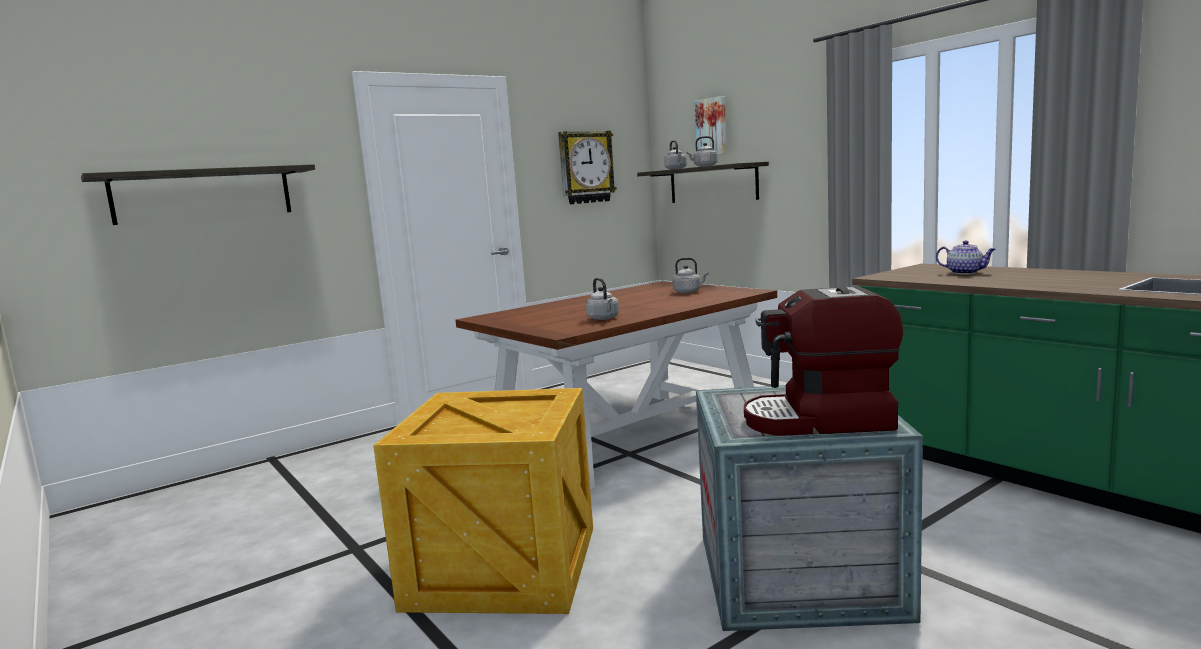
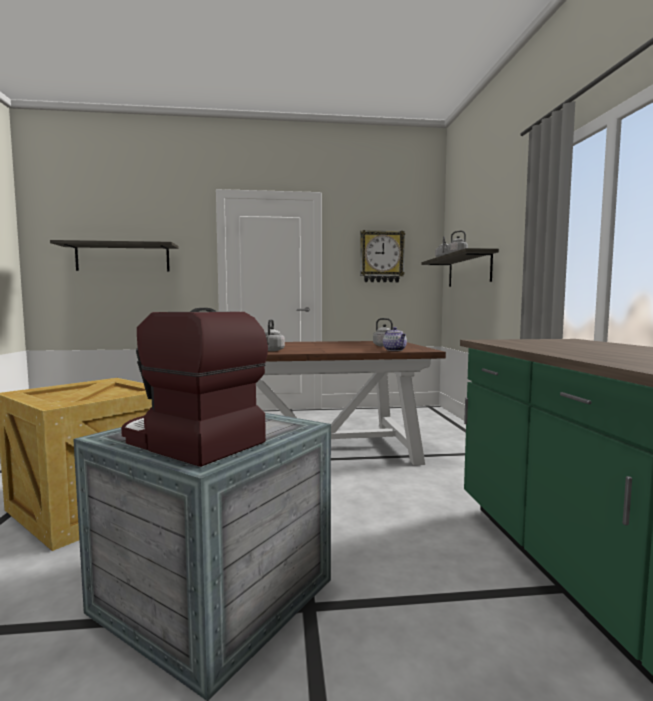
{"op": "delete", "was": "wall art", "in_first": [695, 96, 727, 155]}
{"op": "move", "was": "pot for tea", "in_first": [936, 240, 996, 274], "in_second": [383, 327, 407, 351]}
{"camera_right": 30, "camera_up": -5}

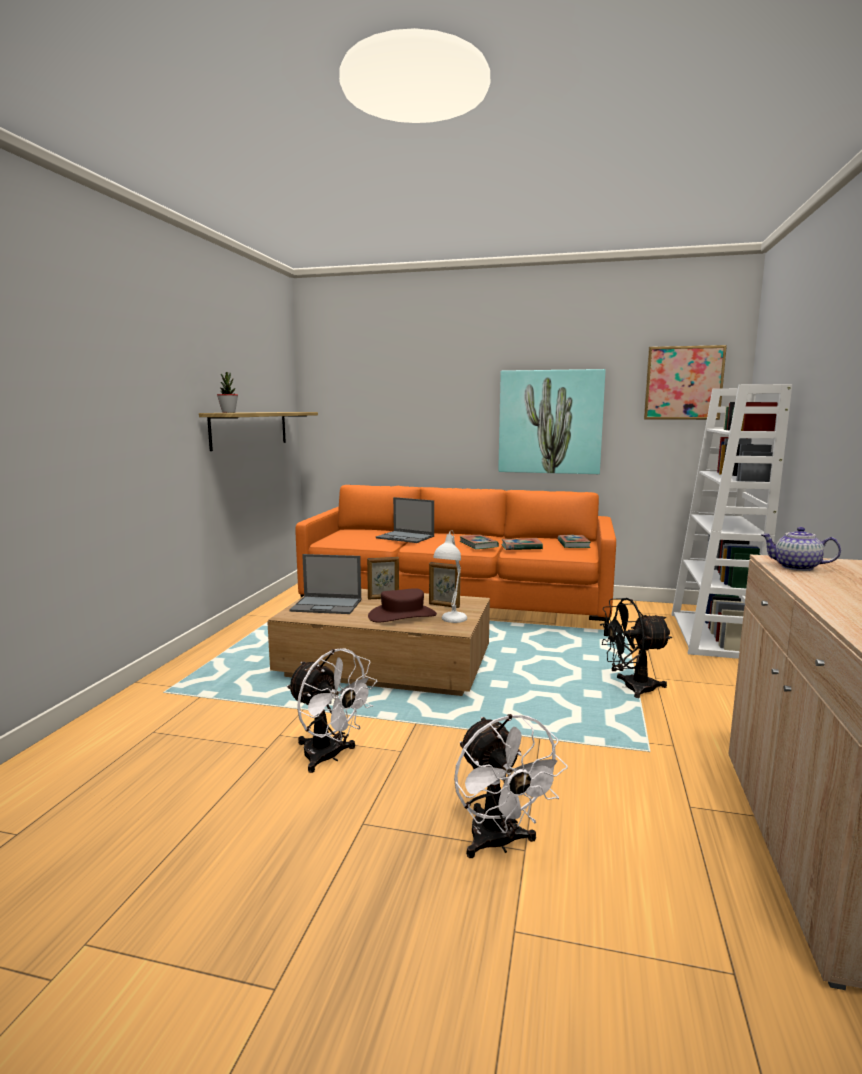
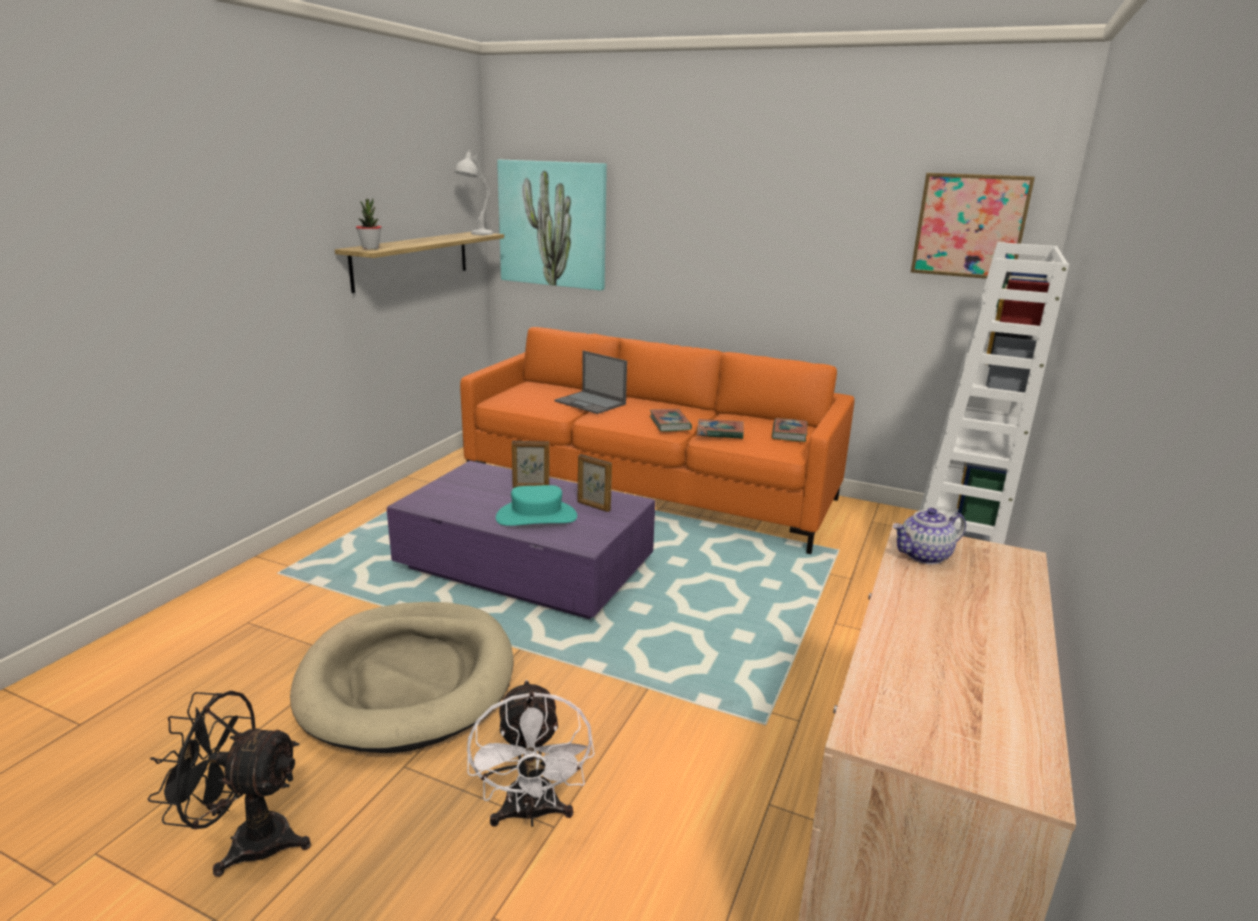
{"op": "recolor", "was": "low table in brown-coloured", "now": "low table in purple", "in_first": [267, 589, 490, 696], "in_second": [387, 461, 655, 619]}
{"op": "replace", "was": "cooling fan in whitish", "now": "pet bed in beige", "in_first": [287, 648, 377, 773], "in_second": [290, 602, 514, 753]}
{"op": "delete", "was": "portable computer", "in_first": [289, 554, 362, 614]}
{"op": "recolor", "was": "hat in brown-coloured", "now": "hat in blue-green", "in_first": [368, 588, 437, 622], "in_second": [496, 485, 577, 526]}
{"op": "move", "was": "table lamp in whitish", "in_first": [433, 530, 467, 623], "in_second": [454, 149, 493, 235]}
{"op": "move", "was": "wall art", "in_first": [498, 369, 606, 474], "in_second": [497, 160, 607, 291]}
{"op": "move", "was": "cooling fan in black-coloured", "in_first": [600, 598, 672, 698], "in_second": [148, 691, 311, 877]}
{"op": "rotate", "was": "pot for tea", "in_first": [761, 527, 841, 571], "in_second": [892, 508, 966, 564], "clockwise": -60}
{"camera_right": 10, "camera_up": 10}

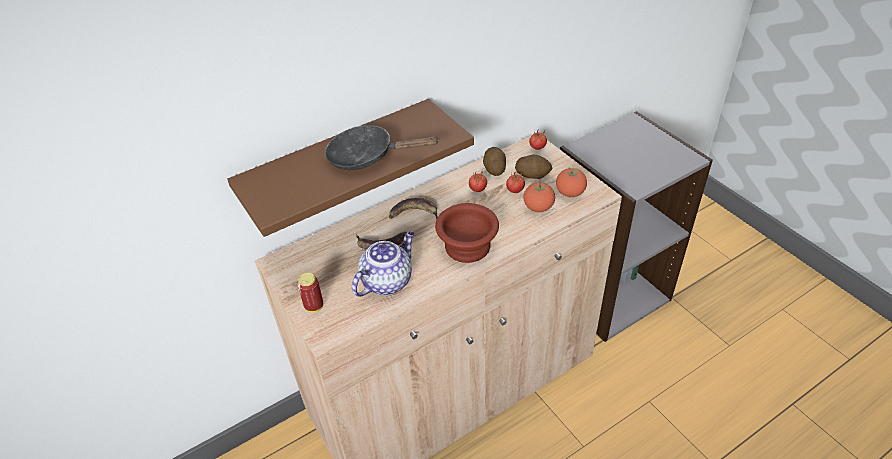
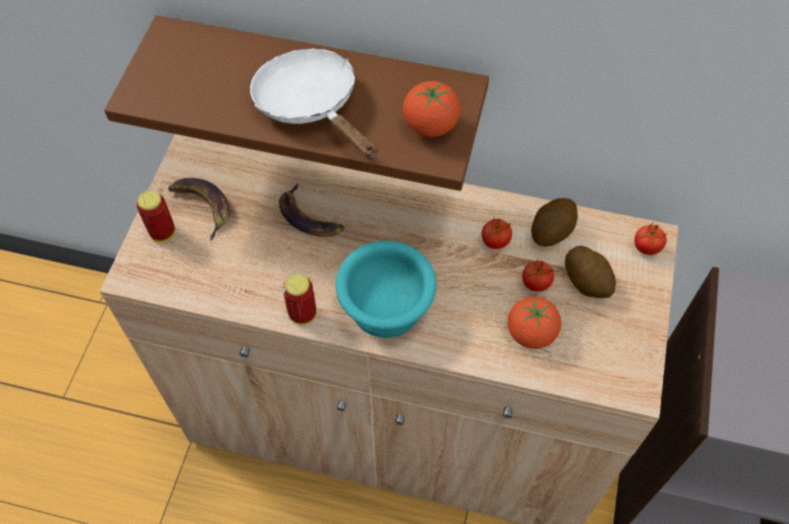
{"op": "recolor", "was": "frying pan in black-coloured", "now": "frying pan in whitish", "in_first": [325, 125, 440, 170], "in_second": [250, 48, 378, 160]}
{"op": "delete", "was": "pot for tea", "in_first": [352, 231, 414, 297]}
{"op": "move", "was": "whole banana", "in_first": [389, 198, 438, 219], "in_second": [168, 178, 230, 241]}
{"op": "recolor", "was": "deep dish in brown-coloured", "now": "deep dish in blue-green", "in_first": [435, 203, 499, 263], "in_second": [336, 241, 436, 338]}
{"op": "move", "was": "fresh tomato", "in_first": [556, 168, 587, 197], "in_second": [403, 81, 461, 137]}
{"op": "insert", "now": "sealed can", "in_second": [283, 274, 316, 325]}
{"camera_right": 45, "camera_up": 15}

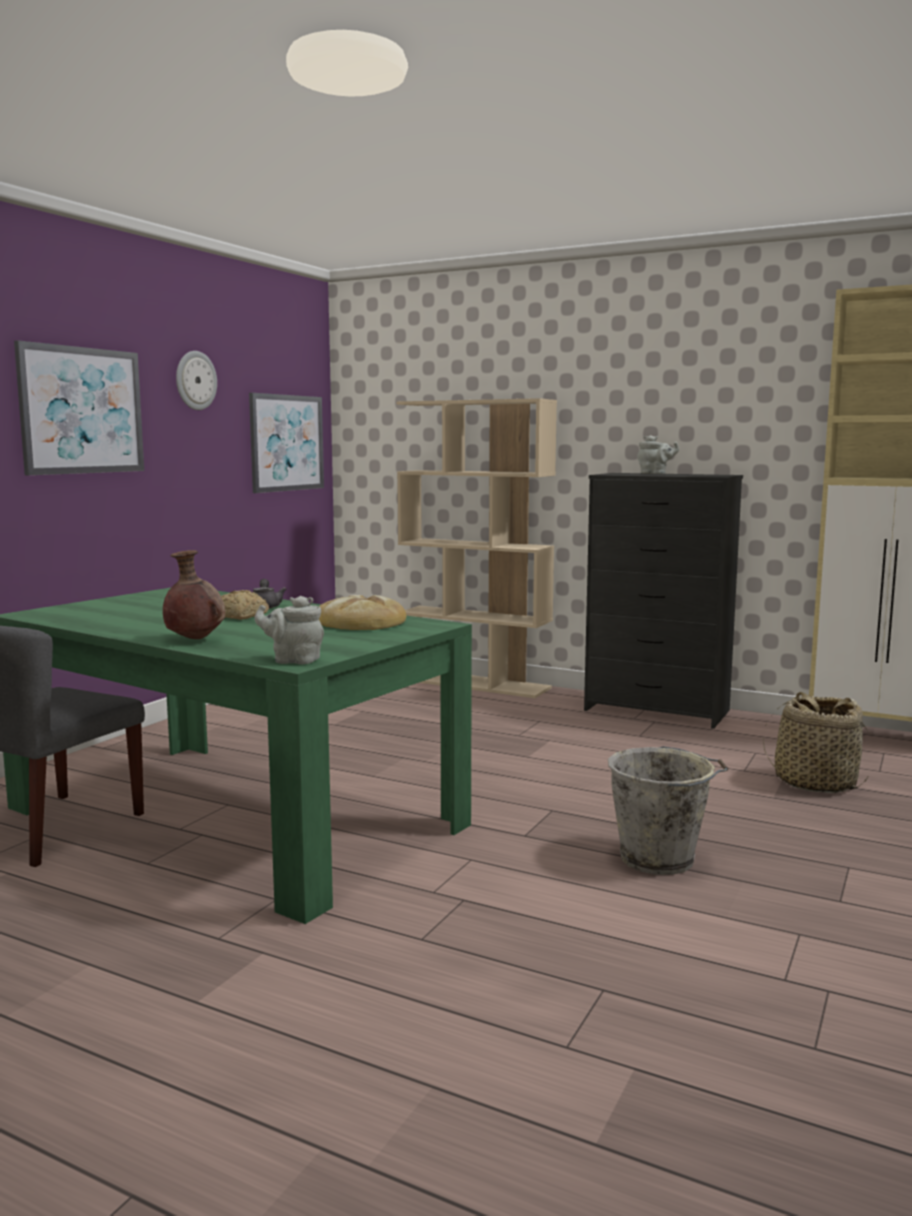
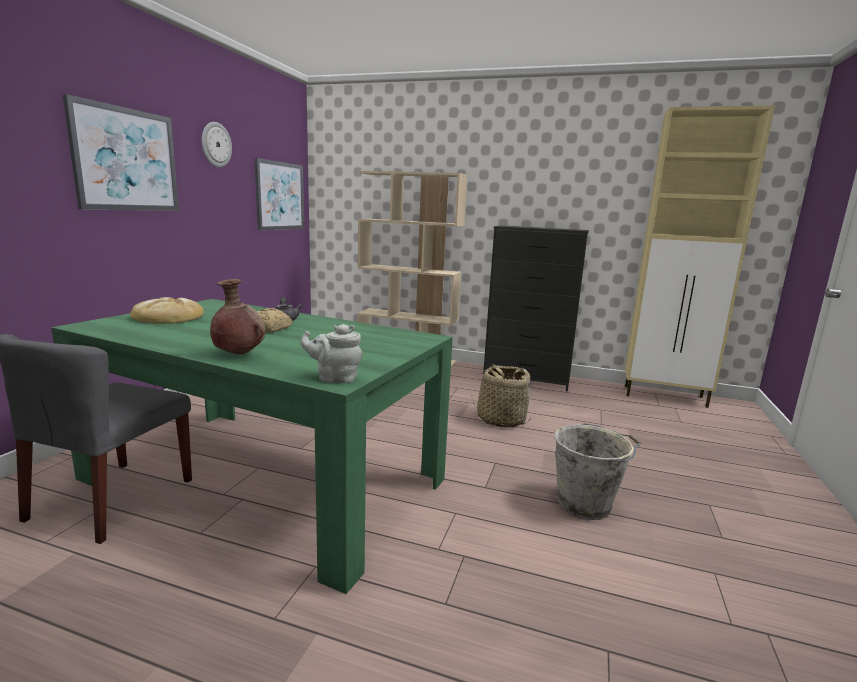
{"op": "move", "was": "bakery bread", "in_first": [319, 595, 406, 630], "in_second": [130, 297, 204, 324]}
{"op": "delete", "was": "pot for tea in gray", "in_first": [637, 435, 679, 474]}
{"op": "move", "was": "storage basket", "in_first": [763, 692, 869, 793], "in_second": [471, 364, 532, 428]}
{"camera_right": -10, "camera_up": 5}

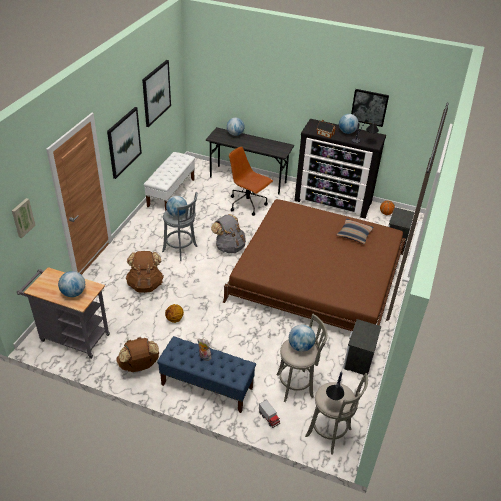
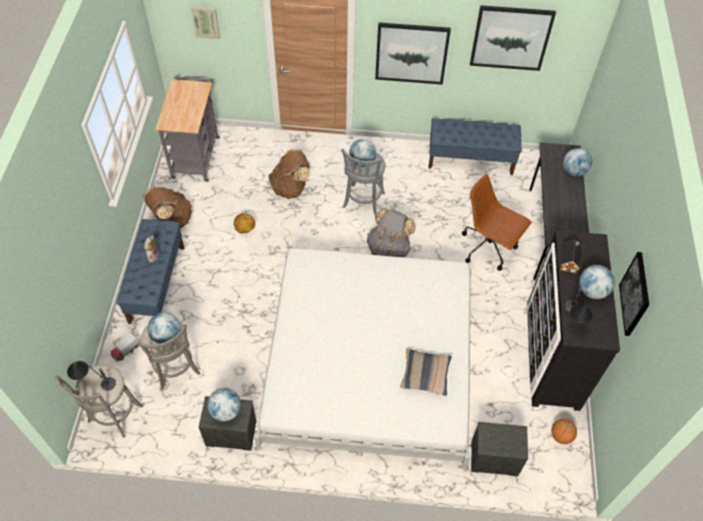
{"op": "move", "was": "globe", "in_first": [58, 271, 85, 297], "in_second": [207, 388, 241, 421]}
{"op": "recolor", "was": "long seat in whitish", "now": "long seat in blue-coloured", "in_first": [143, 152, 195, 211], "in_second": [428, 118, 522, 175]}
{"op": "recolor", "was": "bedroom bed in brown-coloured", "now": "bedroom bed in whitish", "in_first": [223, 199, 406, 331], "in_second": [254, 248, 472, 471]}
{"op": "rotate", "was": "computer chair in brown-coloured", "in_first": [229, 146, 273, 216], "in_second": [462, 174, 532, 271], "clockwise": -75}
{"camera_right": 75, "camera_up": 15}

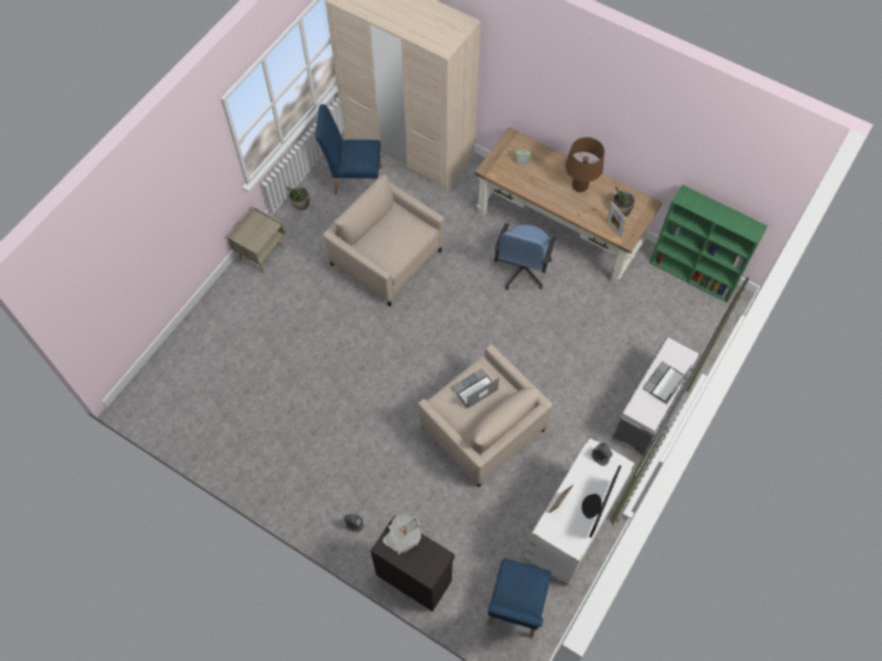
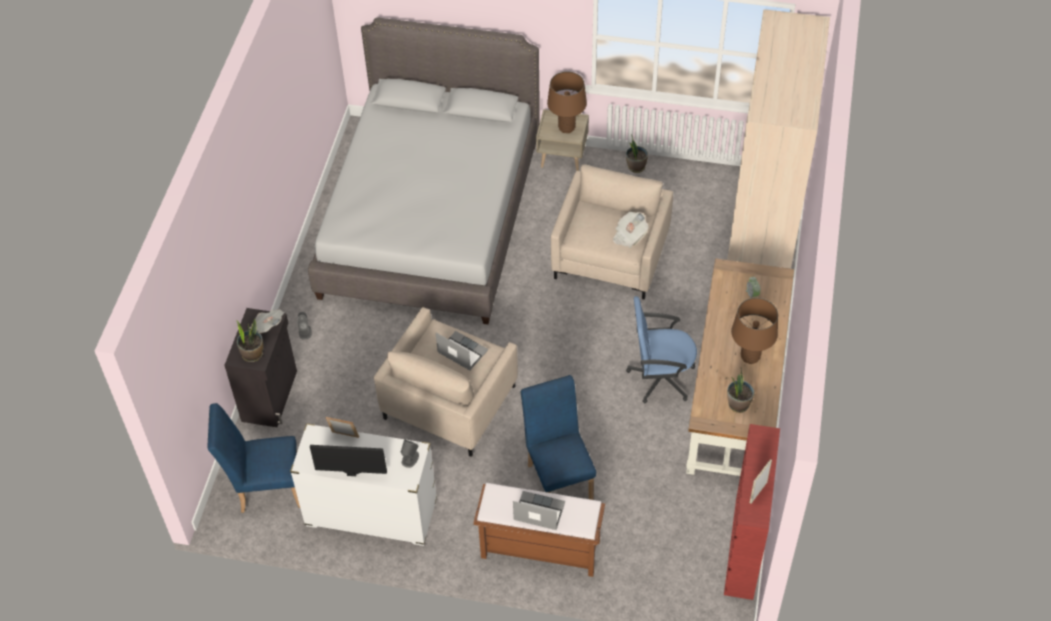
{"op": "move", "was": "upright chair in blue-coloured", "in_first": [315, 104, 382, 195], "in_second": [521, 375, 596, 500]}
{"op": "move", "was": "photo frame", "in_first": [606, 202, 626, 237], "in_second": [750, 459, 772, 504]}
{"op": "recolor", "was": "long seat in gray", "now": "long seat in brown-coloured", "in_first": [612, 337, 702, 455], "in_second": [474, 483, 605, 577]}
{"op": "recolor", "was": "bookshelf in greenish", "now": "bookshelf in reddish", "in_first": [650, 185, 768, 303], "in_second": [724, 424, 780, 600]}
{"op": "insert", "now": "potted plant", "in_second": [236, 318, 263, 362]}
{"op": "insert", "now": "bedroom bed in gray", "in_second": [308, 17, 540, 324]}
{"op": "insert", "now": "table lamp in brown-coloured", "in_second": [547, 71, 587, 133]}
{"op": "insert", "now": "newspaper", "in_second": [613, 212, 648, 248]}
{"camera_right": 70, "camera_up": -10}

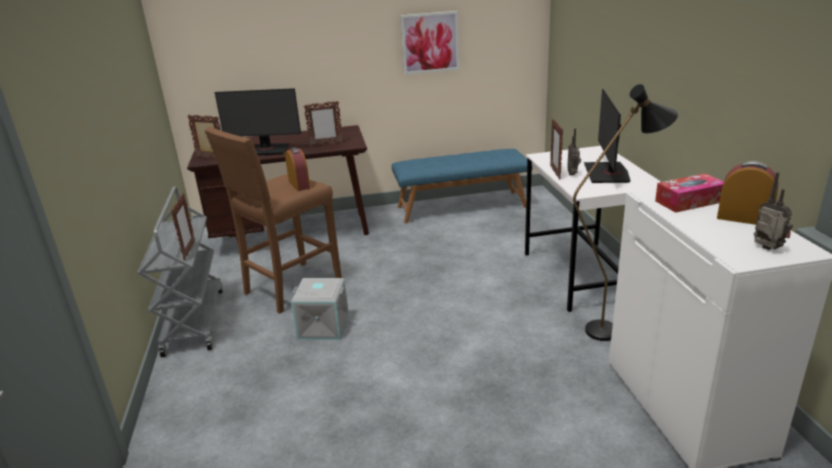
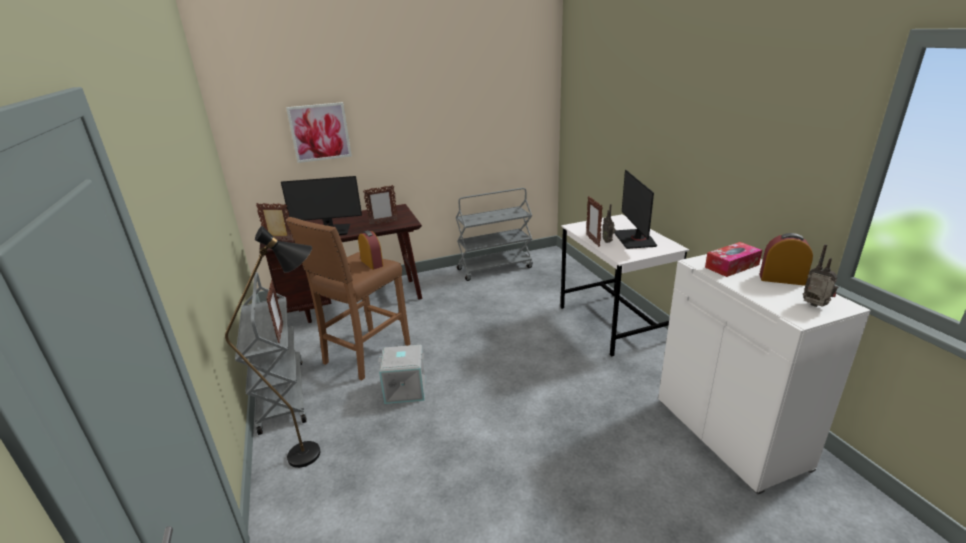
{"op": "replace", "was": "long seat in blue-coloured", "now": "trolley in gray", "in_first": [392, 149, 527, 223], "in_second": [456, 188, 533, 281]}
{"op": "move", "was": "wall art", "in_first": [400, 11, 459, 75], "in_second": [286, 102, 352, 163]}
{"op": "move", "was": "floor lamp in black-coloured", "in_first": [573, 84, 678, 341], "in_second": [225, 226, 320, 468]}
{"camera_right": -10, "camera_up": 0}

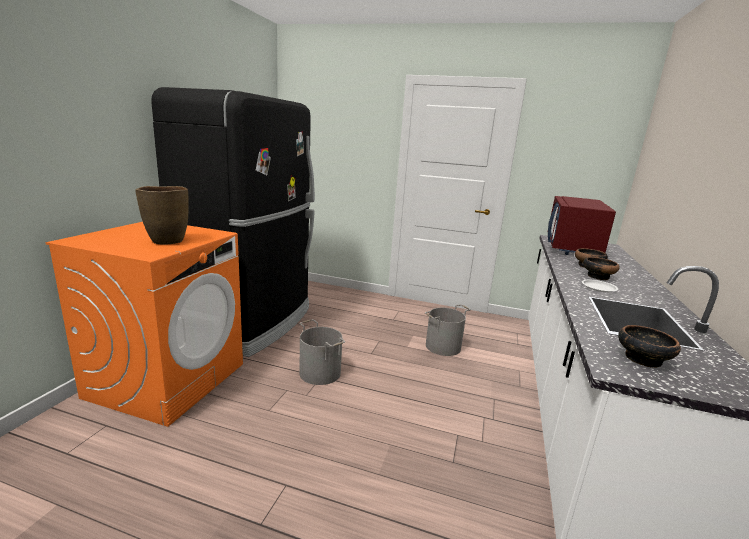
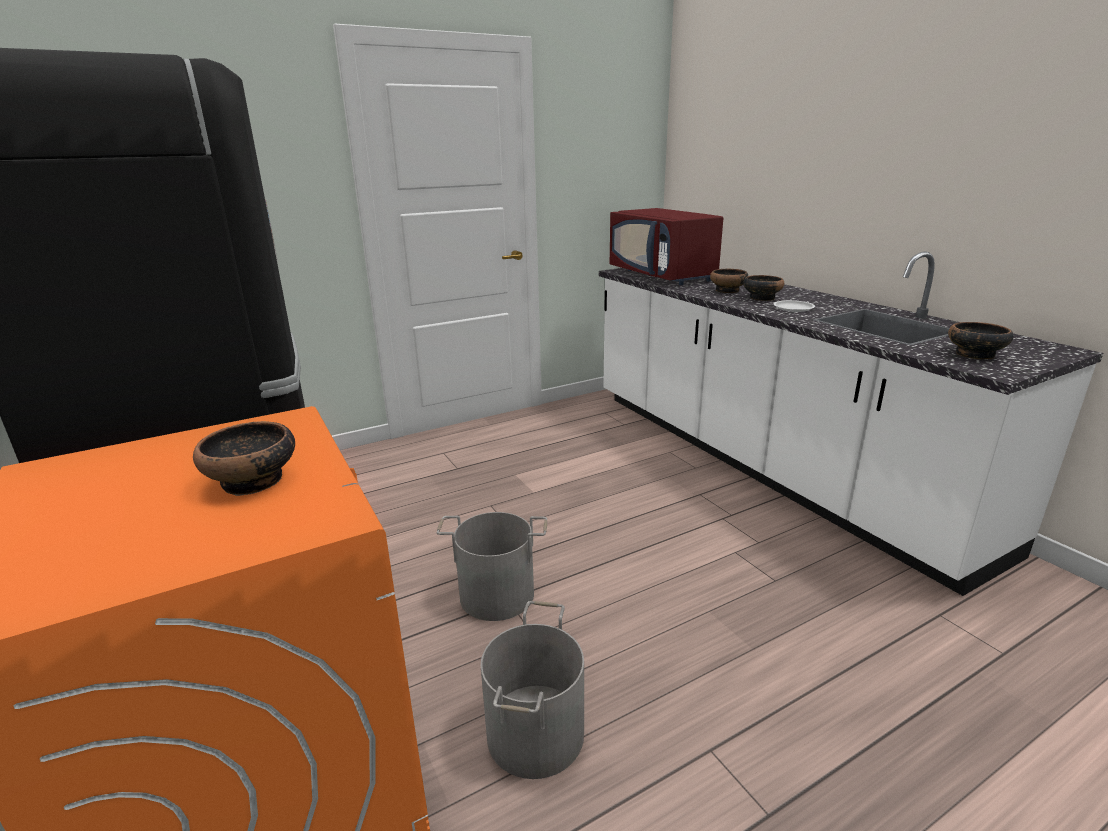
{"op": "replace", "was": "vase in brown-coloured", "now": "deep dish", "in_first": [135, 186, 189, 244], "in_second": [193, 421, 295, 496]}
{"op": "move", "was": "water bucket in gray", "in_first": [425, 304, 471, 356], "in_second": [481, 601, 584, 779]}
{"camera_right": -45, "camera_up": 5}

